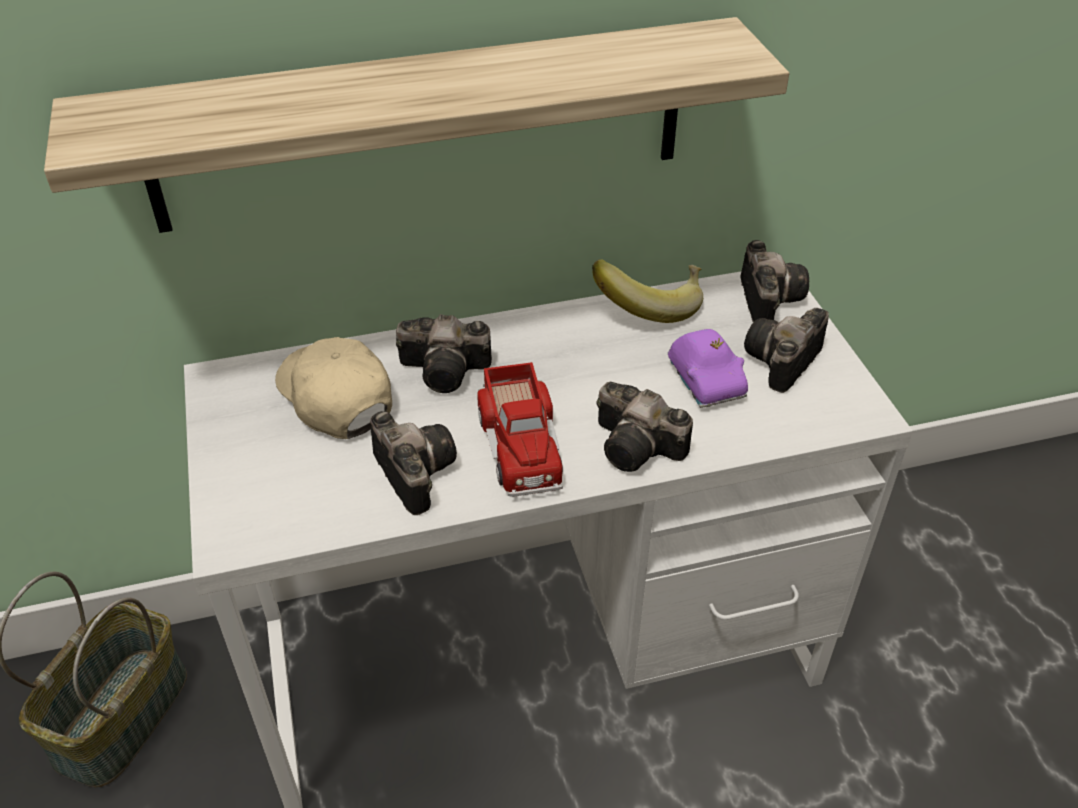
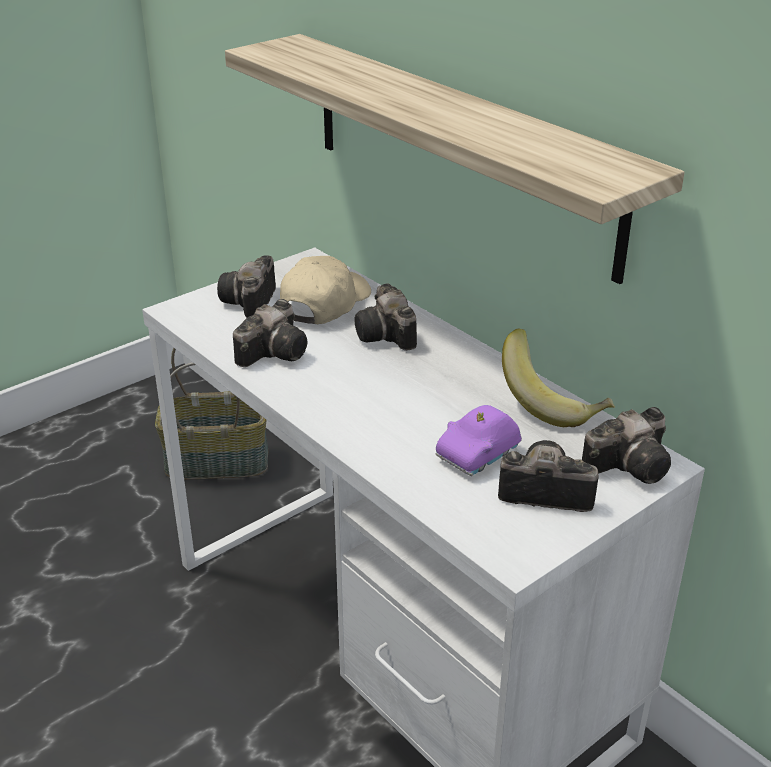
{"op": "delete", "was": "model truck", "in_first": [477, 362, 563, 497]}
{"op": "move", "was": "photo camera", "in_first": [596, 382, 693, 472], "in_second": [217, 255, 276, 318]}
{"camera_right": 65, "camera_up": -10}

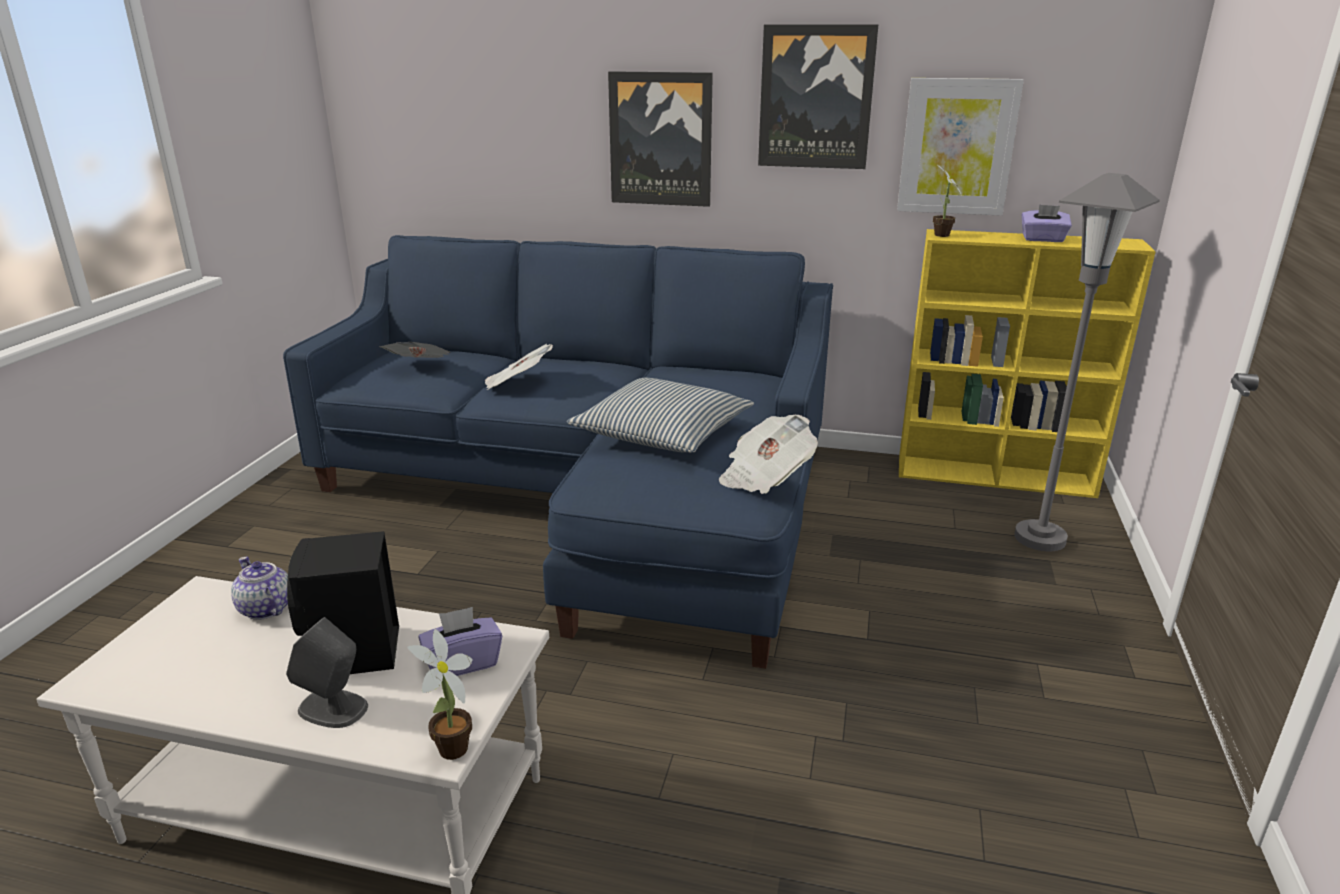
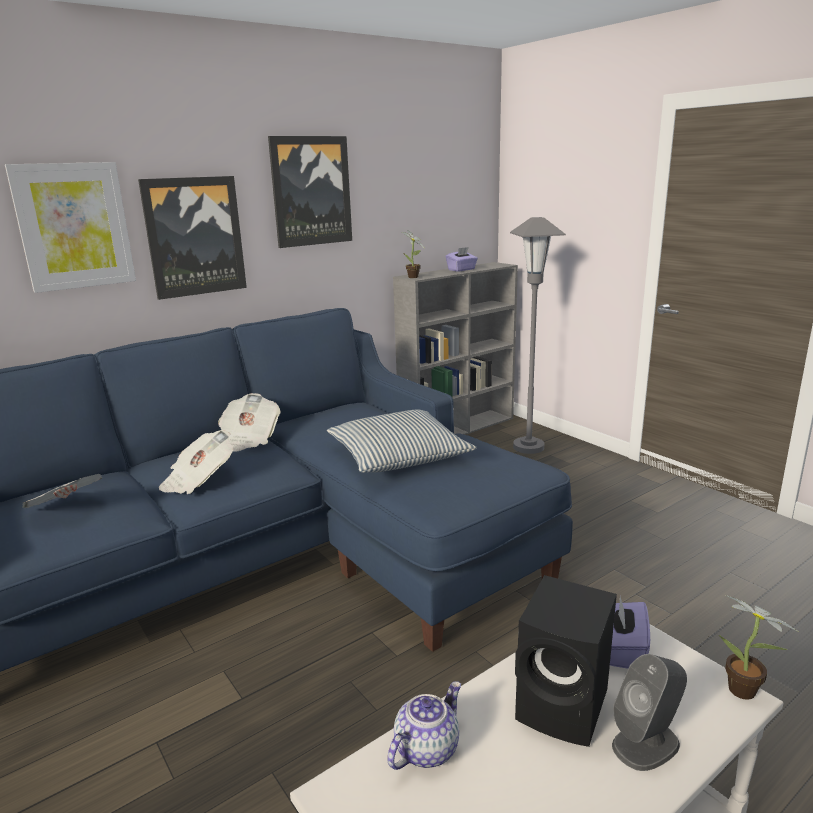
{"op": "rotate", "was": "pot for tea", "in_first": [231, 557, 288, 620], "in_second": [387, 681, 461, 770], "clockwise": 135}
{"op": "move", "was": "newspaper", "in_first": [719, 415, 818, 494], "in_second": [218, 393, 281, 452]}
{"op": "move", "was": "wall art", "in_first": [897, 78, 1024, 216], "in_second": [5, 162, 136, 293]}
{"op": "recolor", "was": "bookshelf in yellowish", "now": "bookshelf in gray", "in_first": [899, 229, 1156, 498], "in_second": [393, 262, 518, 435]}
{"camera_right": -50, "camera_up": -5}

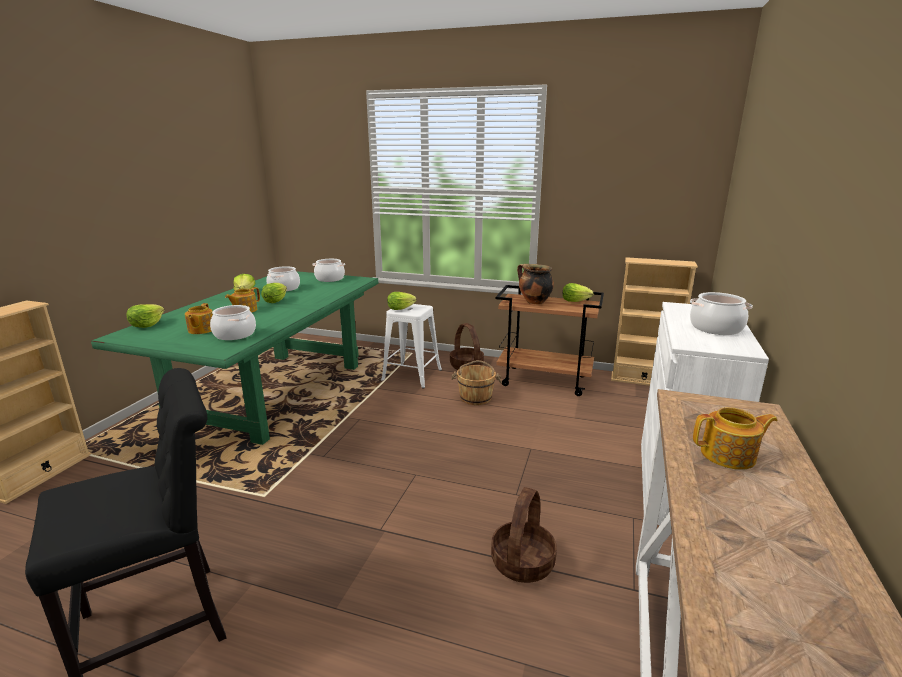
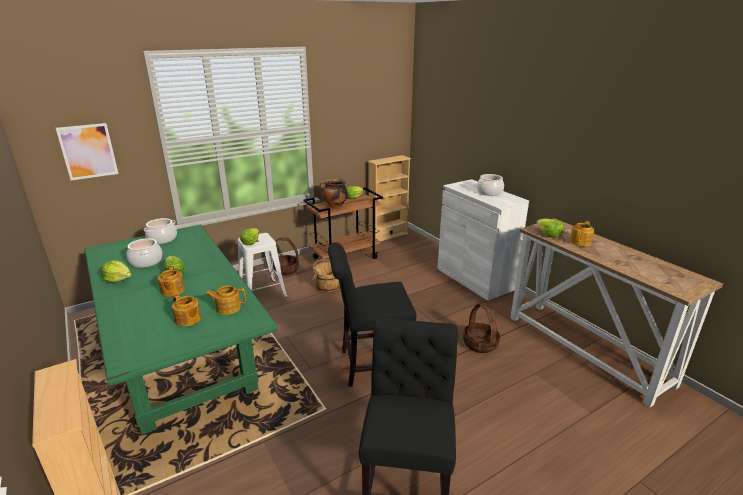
{"op": "move", "was": "lettuce head", "in_first": [126, 304, 164, 328], "in_second": [536, 219, 564, 238]}
{"op": "replace", "was": "stockpot", "now": "pot for tea", "in_first": [210, 305, 256, 340], "in_second": [206, 286, 246, 315]}
{"op": "insert", "now": "wall art", "in_second": [56, 123, 119, 180]}
{"op": "insert", "now": "upright chair in black-coloured", "in_second": [328, 243, 416, 387]}
{"camera_right": -50, "camera_up": 5}

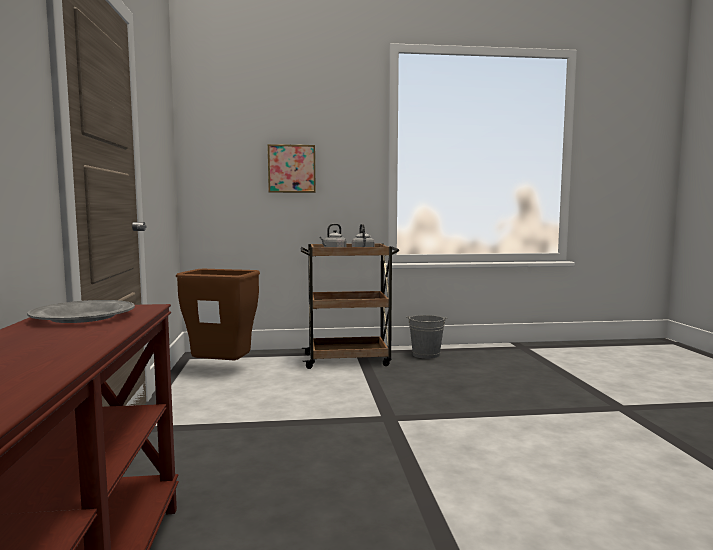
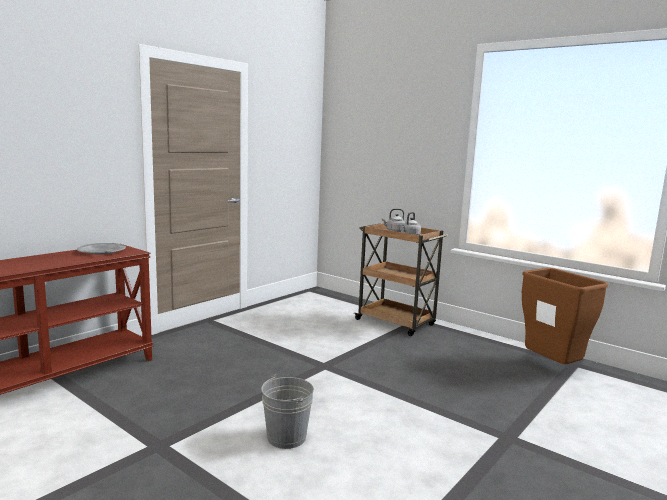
{"op": "move", "was": "trash can in brown-coloured", "in_first": [176, 269, 260, 361], "in_second": [522, 268, 608, 364]}
{"op": "delete", "was": "wall art", "in_first": [268, 144, 316, 193]}
{"op": "move", "was": "water bucket in gray", "in_first": [406, 315, 448, 359], "in_second": [261, 375, 314, 449]}
{"camera_right": 45, "camera_up": 5}

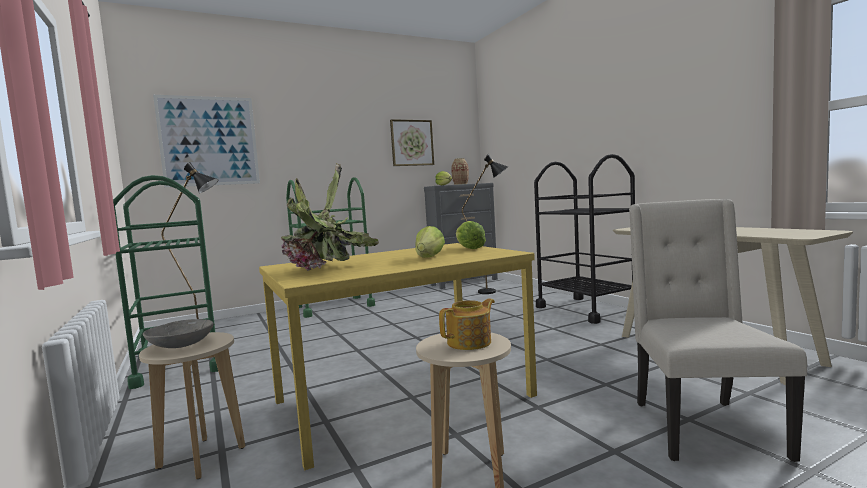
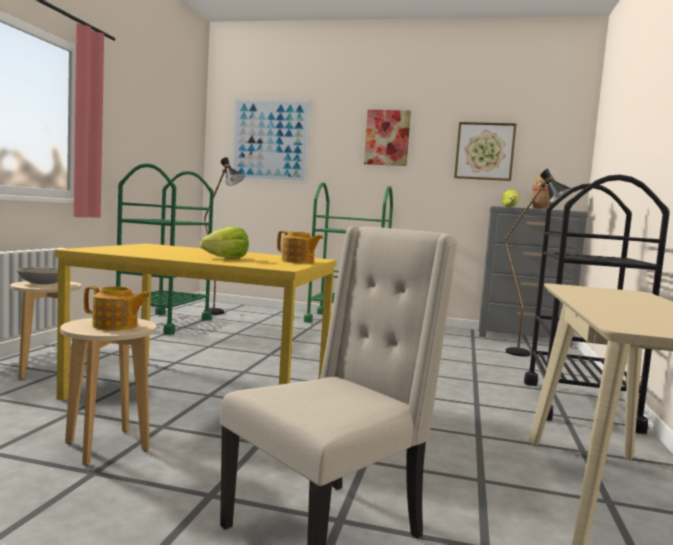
{"op": "delete", "was": "potted plant", "in_first": [281, 163, 379, 271]}
{"op": "replace", "was": "lettuce head", "now": "pot for tea", "in_first": [456, 221, 486, 249], "in_second": [277, 231, 323, 264]}
{"op": "insert", "now": "wall art", "in_second": [364, 110, 411, 166]}
{"camera_right": 40, "camera_up": 0}

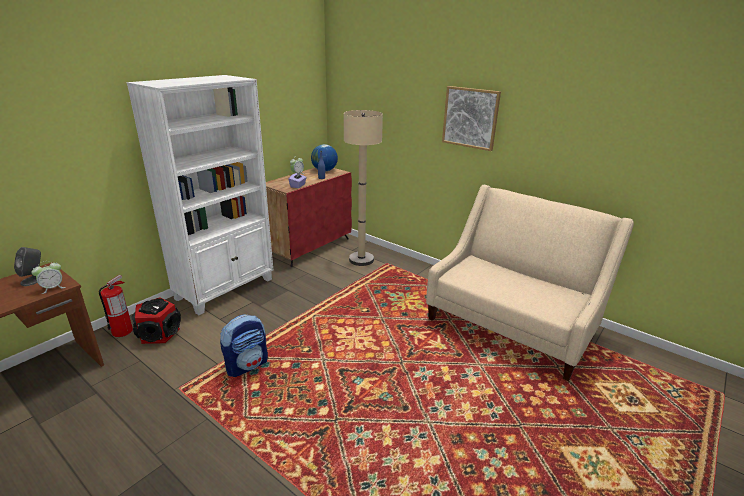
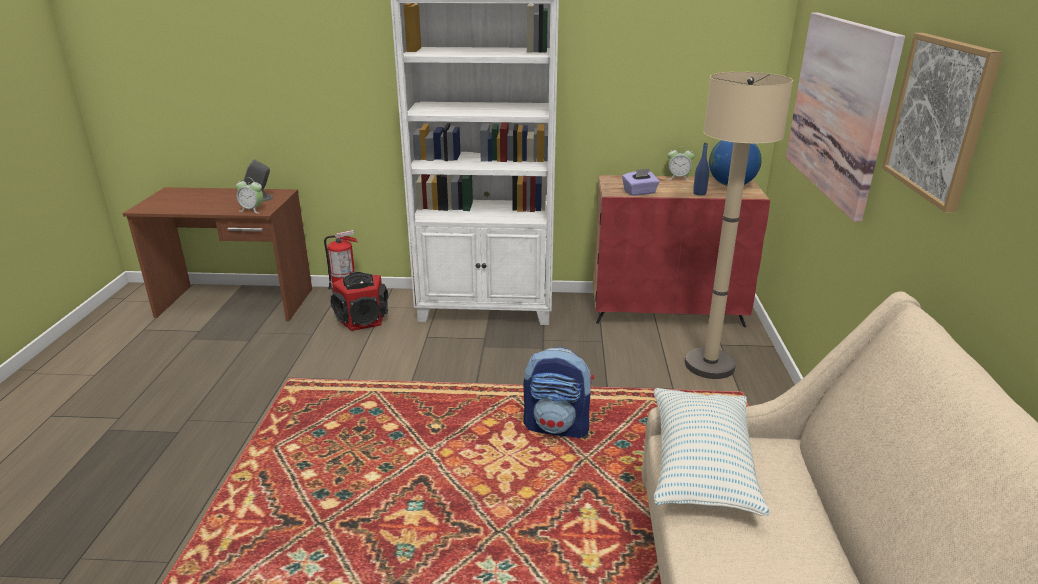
{"op": "move", "was": "rucksack", "in_first": [220, 314, 268, 377], "in_second": [524, 347, 594, 438]}
{"op": "insert", "now": "pillow", "in_second": [654, 388, 770, 516]}
{"op": "insert", "now": "wall art", "in_second": [786, 12, 905, 222]}
{"camera_right": 55, "camera_up": 0}

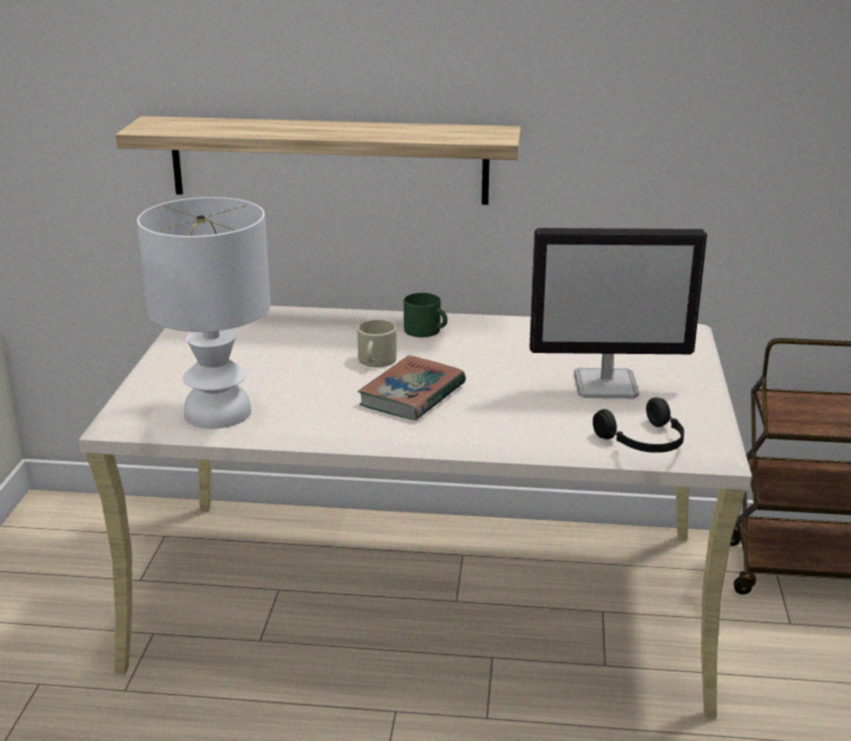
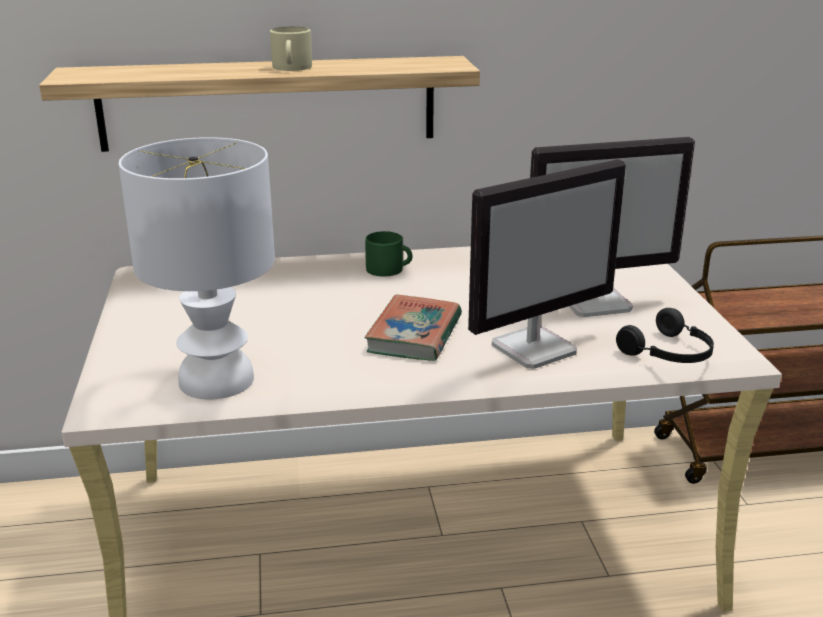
{"op": "move", "was": "tea mug in beige", "in_first": [357, 320, 397, 367], "in_second": [270, 27, 312, 71]}
{"op": "insert", "now": "monitor", "in_second": [468, 159, 626, 369]}
{"camera_right": -15, "camera_up": 0}

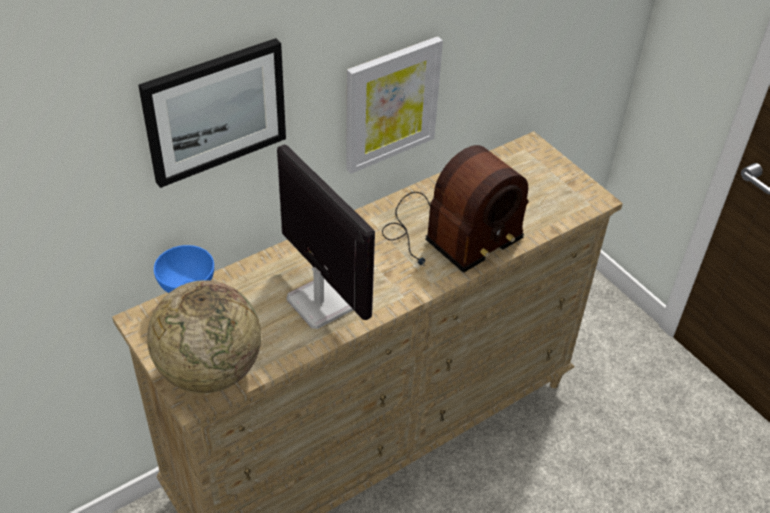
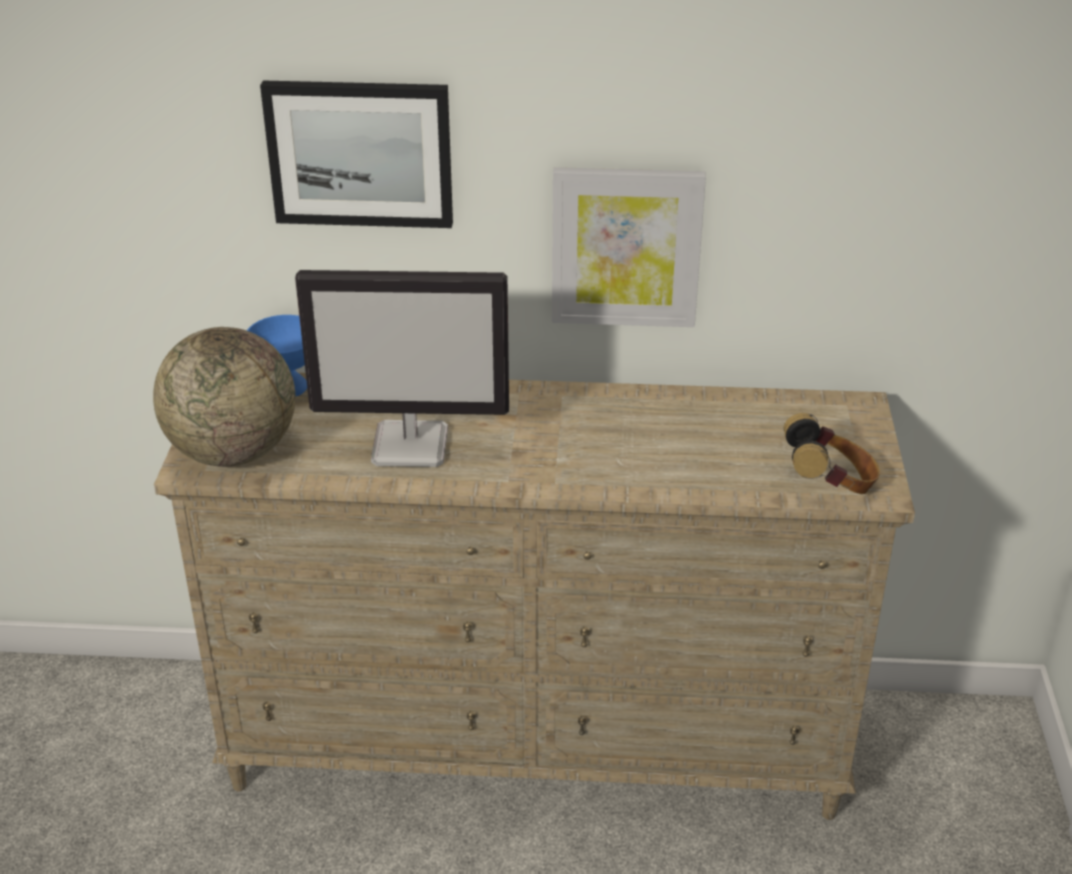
{"op": "rotate", "was": "monitor", "in_first": [277, 144, 375, 329], "in_second": [295, 270, 509, 467], "clockwise": 90}
{"op": "delete", "was": "radio receiver", "in_first": [382, 145, 529, 273]}
{"op": "insert", "now": "headset", "in_second": [784, 413, 880, 494]}
{"camera_right": 40, "camera_up": -10}

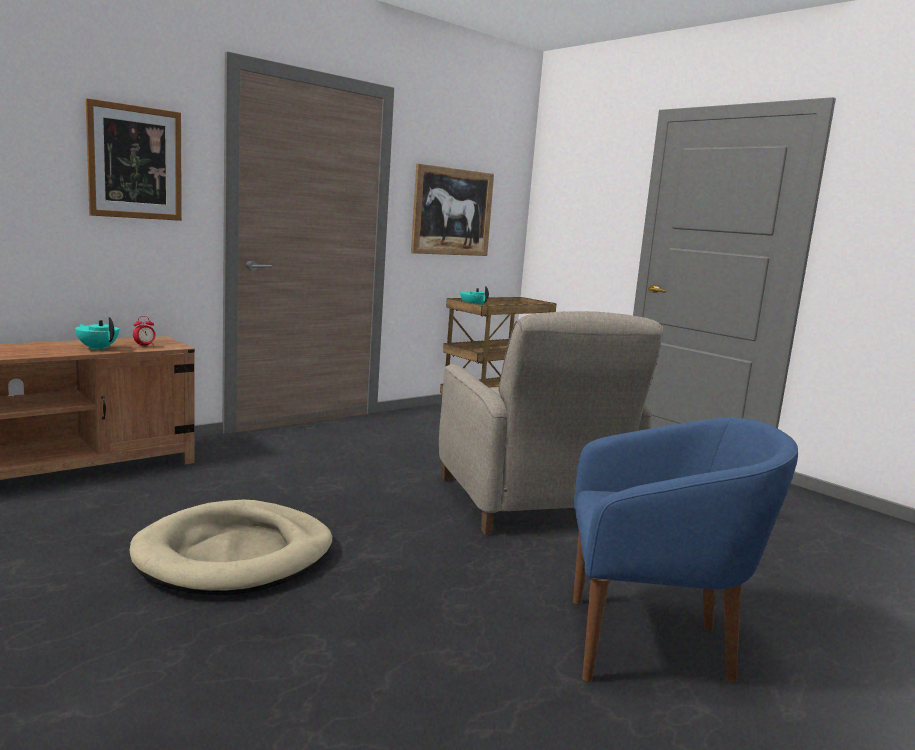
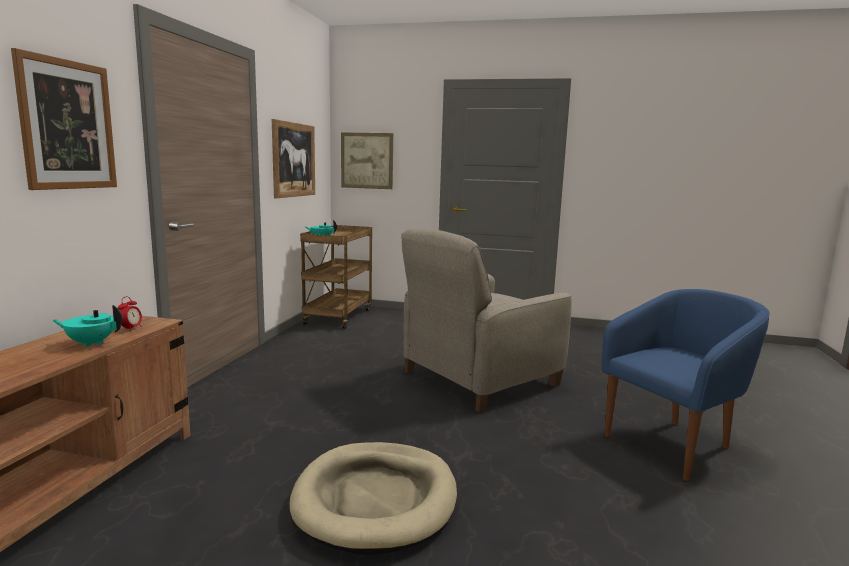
{"op": "rotate", "was": "armchair in beige", "in_first": [439, 311, 663, 535], "in_second": [401, 228, 572, 412], "clockwise": 105}
{"op": "insert", "now": "wall art", "in_second": [341, 132, 393, 189]}
{"camera_right": -35, "camera_up": 0}

